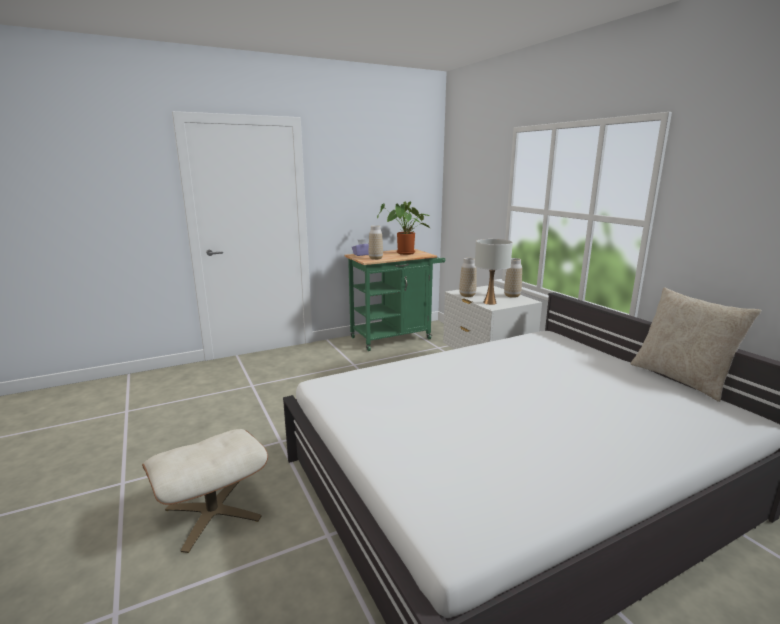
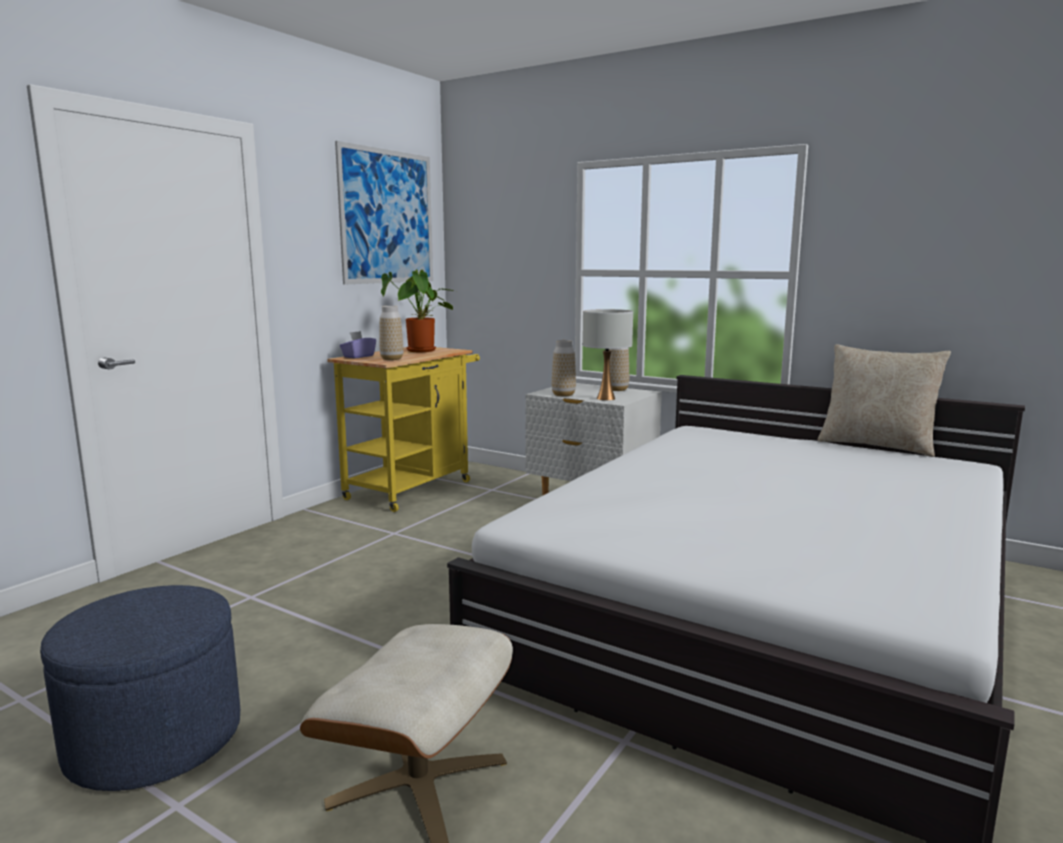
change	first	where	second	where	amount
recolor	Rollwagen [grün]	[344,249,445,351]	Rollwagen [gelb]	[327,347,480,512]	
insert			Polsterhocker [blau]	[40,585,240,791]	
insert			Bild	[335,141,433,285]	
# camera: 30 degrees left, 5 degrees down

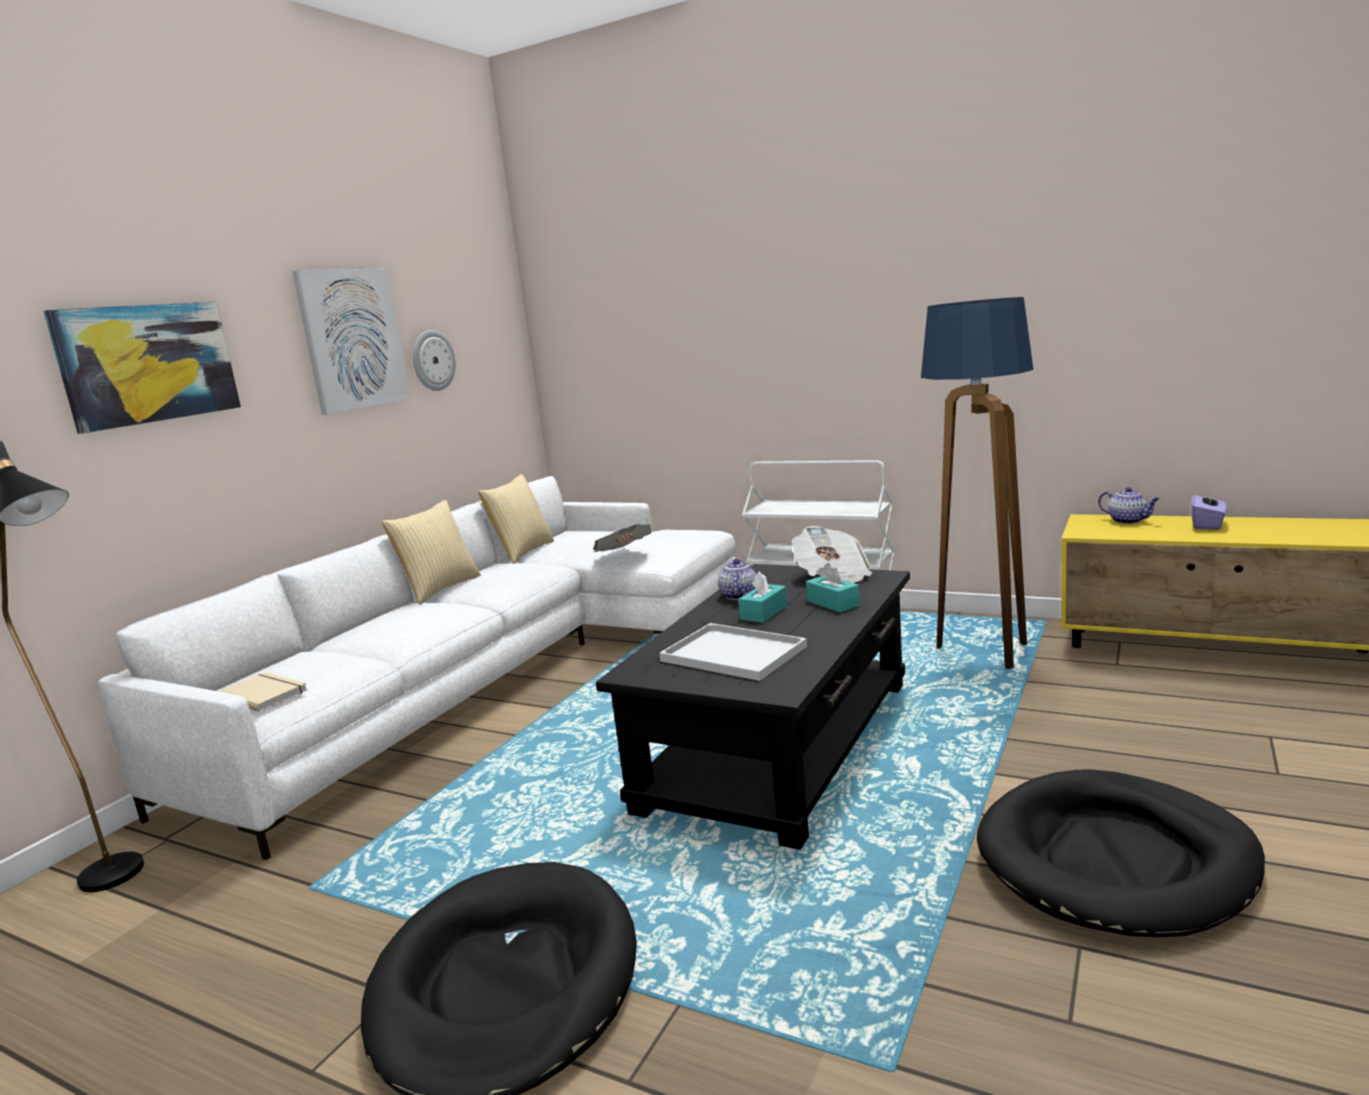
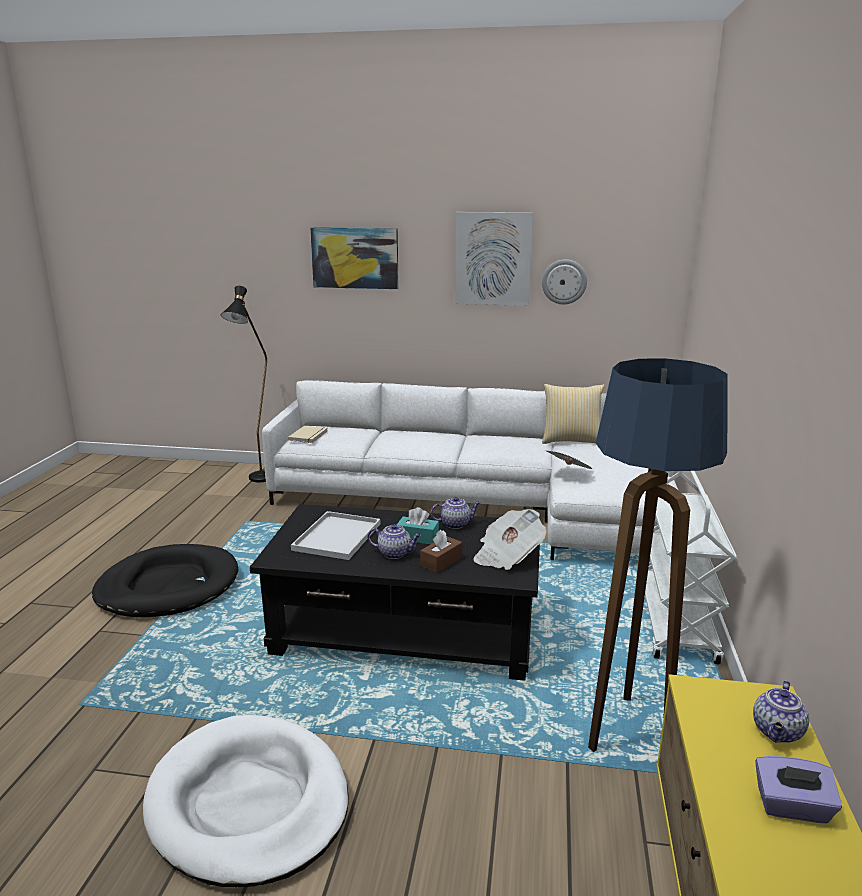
change	first	where	second	where	amount
delete	Kissen	[382,500,481,604]			
recolor	Taschentuchbox [türkis]	[806,563,860,612]	Taschentuchbox [braun]	[420,530,462,573]	
recolor	Hundebett [schwarz]	[977,769,1265,937]	Hundebett [weiß]	[143,715,349,887]	
insert			Teekanne	[368,524,421,559]	
# camera: 70 degrees right, 5 degrees up

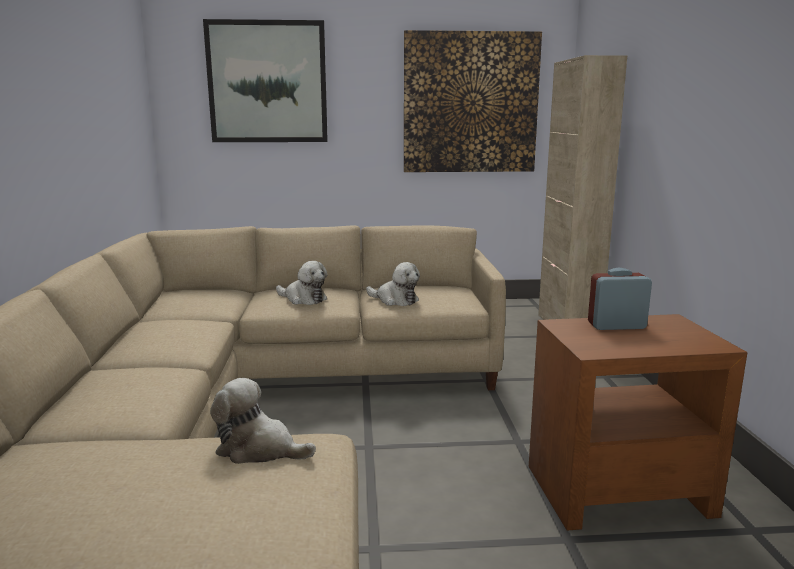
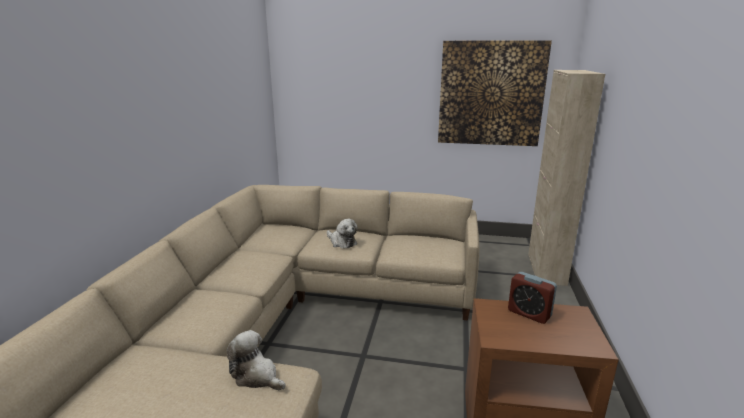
change	first	where	second	where	amount
delete	Bild	[203,19,328,142]			
delete	Plüschtier	[366,262,420,306]			
rotate	Wecker	[588,268,652,330]		[508,272,557,324]	150 degrees counterclockwise
# camera: 15 degrees right, 5 degrees up

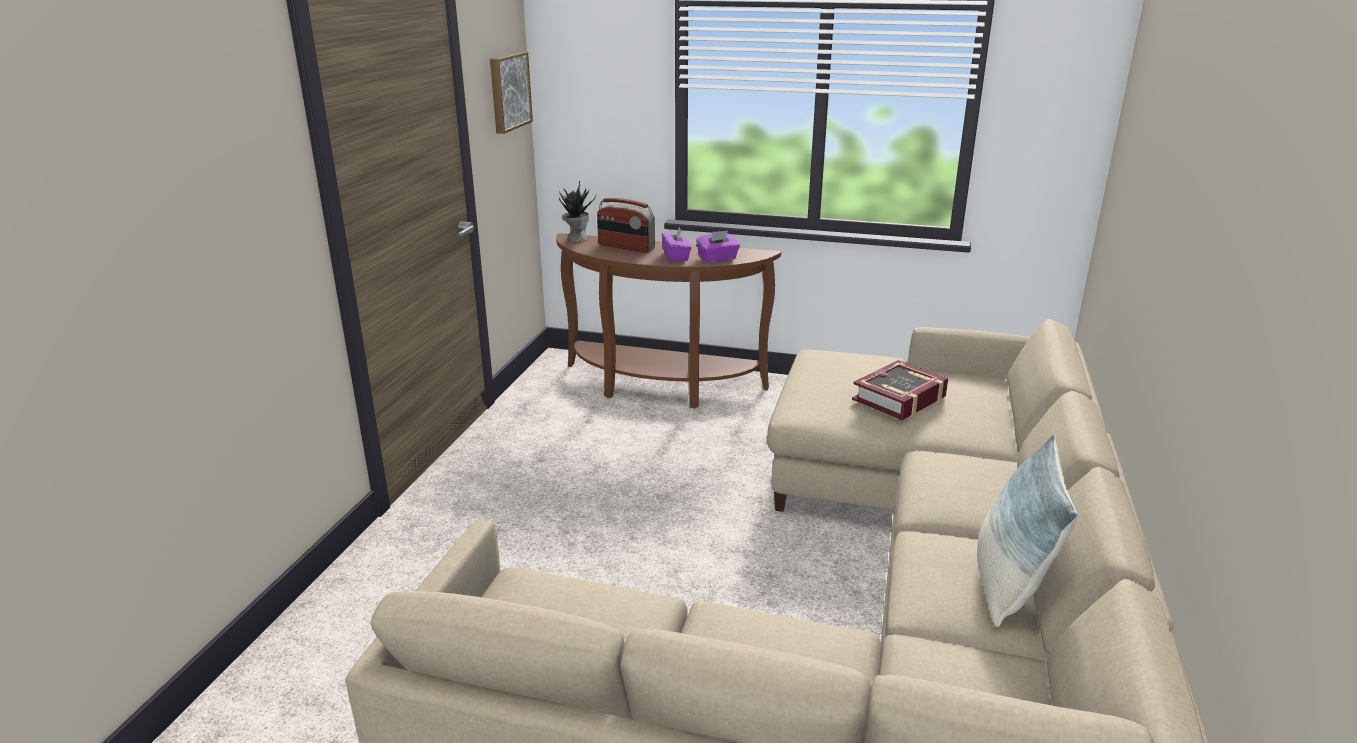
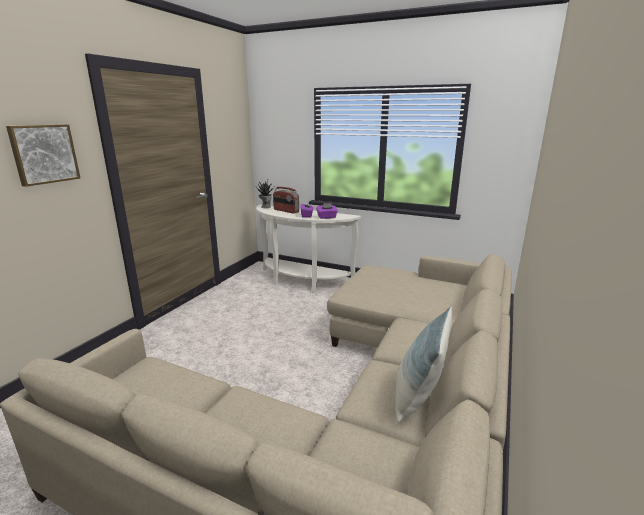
change	first	where	second	where	amount
move	Bild	[490,52,533,134]		[6,124,80,187]	
recolor	Konsolentisch [braun]	[556,233,781,408]	Konsolentisch [weiß]	[256,205,361,293]	
delete	Buch	[852,360,948,420]			
# camera: 10 degrees right, 5 degrees down

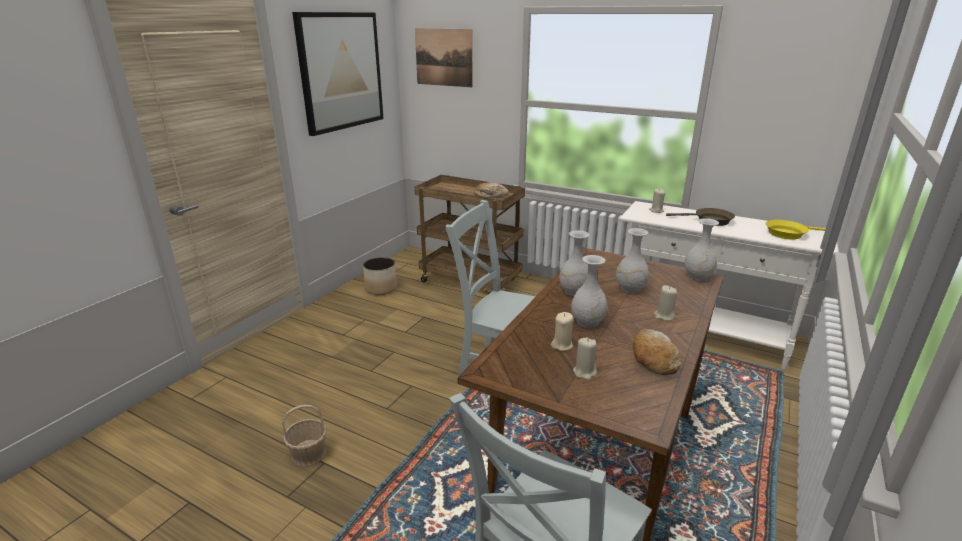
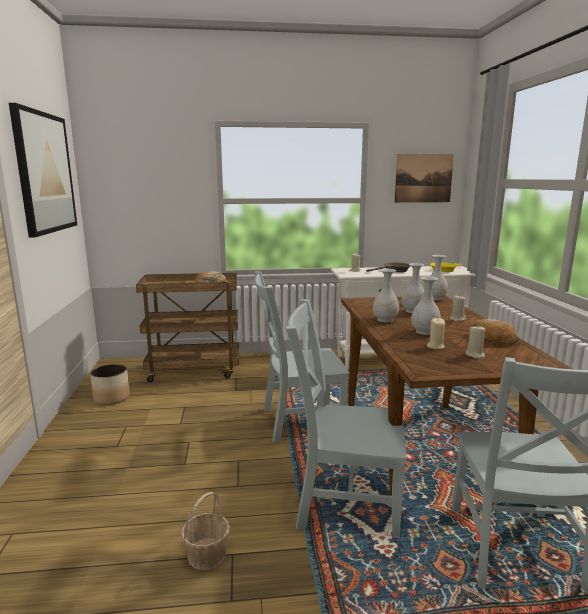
change	first	where	second	where	amount
move	Bild	[415,28,473,87]		[394,154,454,203]	
insert			Stuhl [grau]	[286,299,407,538]	
# camera: 35 degrees left, 10 degrees down

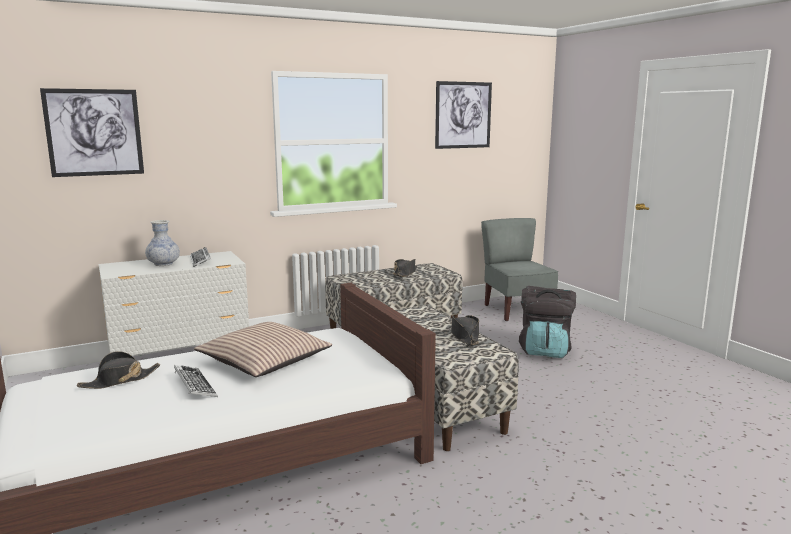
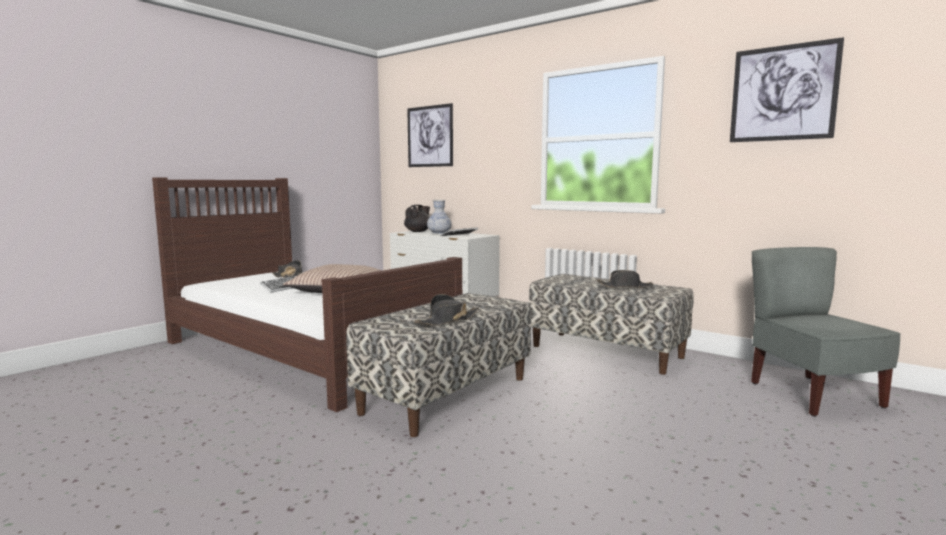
change	first	where	second	where	amount
rotate	Stuhl [grau]	[481,218,558,321]		[751,247,901,416]	60 degrees counterclockwise
delete	Rucksack [schwarz]	[519,286,576,358]			
insert			Teekanne [schwarz]	[404,205,430,232]	
# camera: 65 degrees right, 5 degrees down

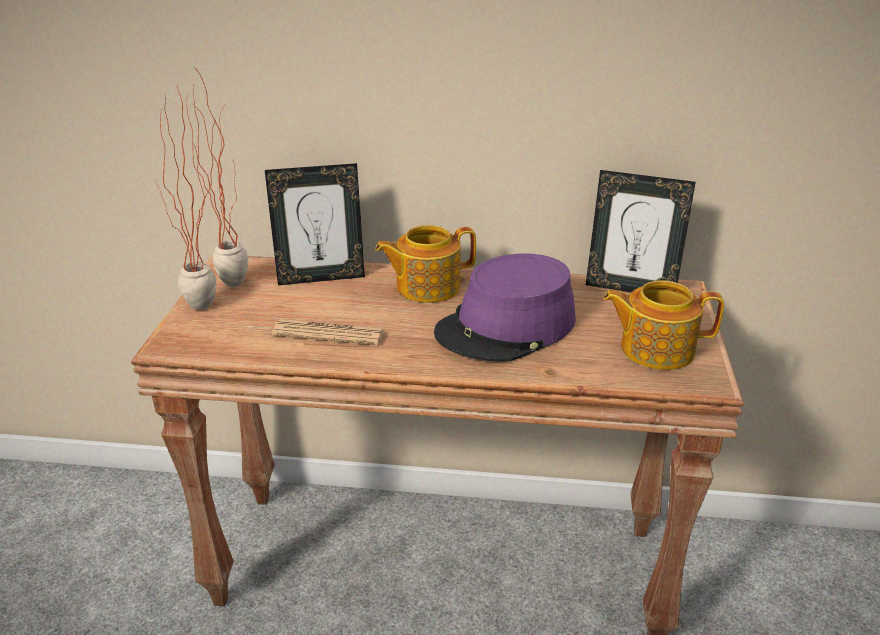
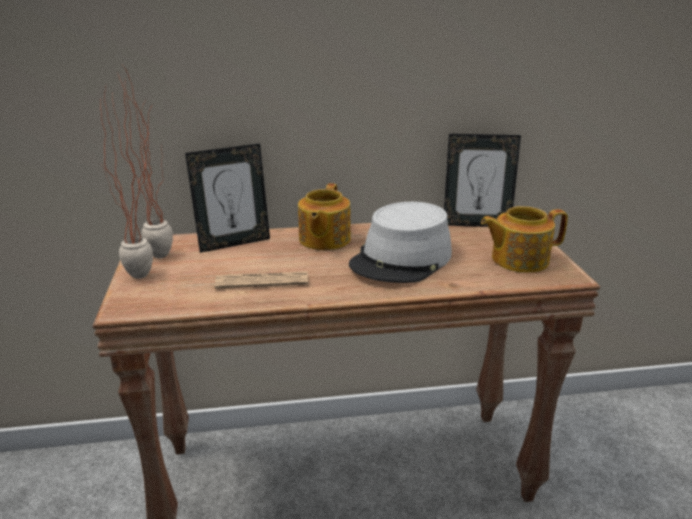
change	first	where	second	where	amount
rotate	Teekanne	[375,225,476,303]		[298,183,351,250]	45 degrees counterclockwise
recolor	Hut [lila]	[434,253,576,362]	Hut [grau]	[349,202,452,283]	
# camera: 15 degrees left, 5 degrees down

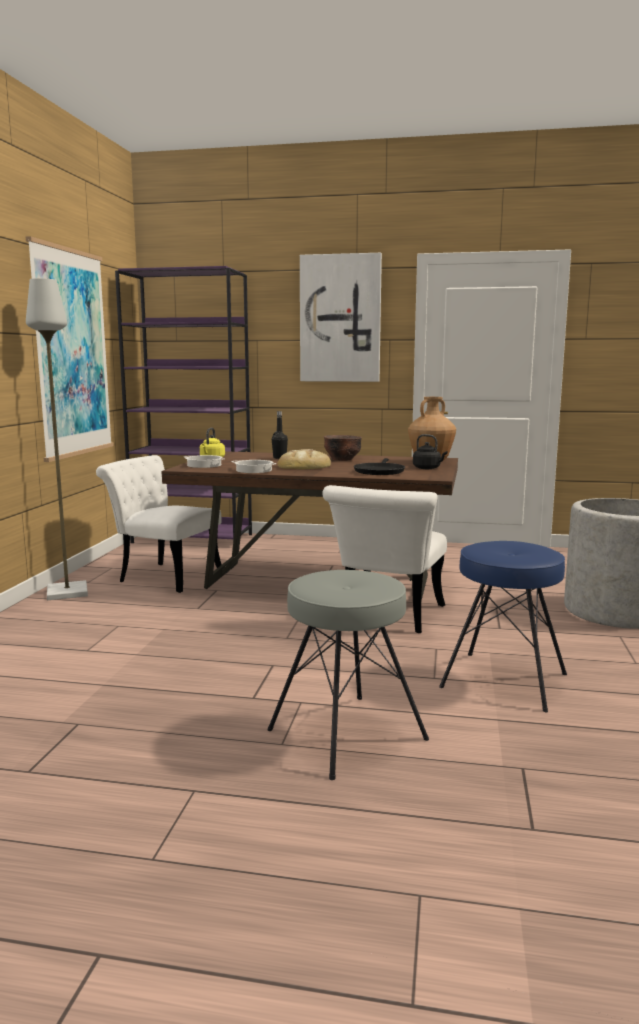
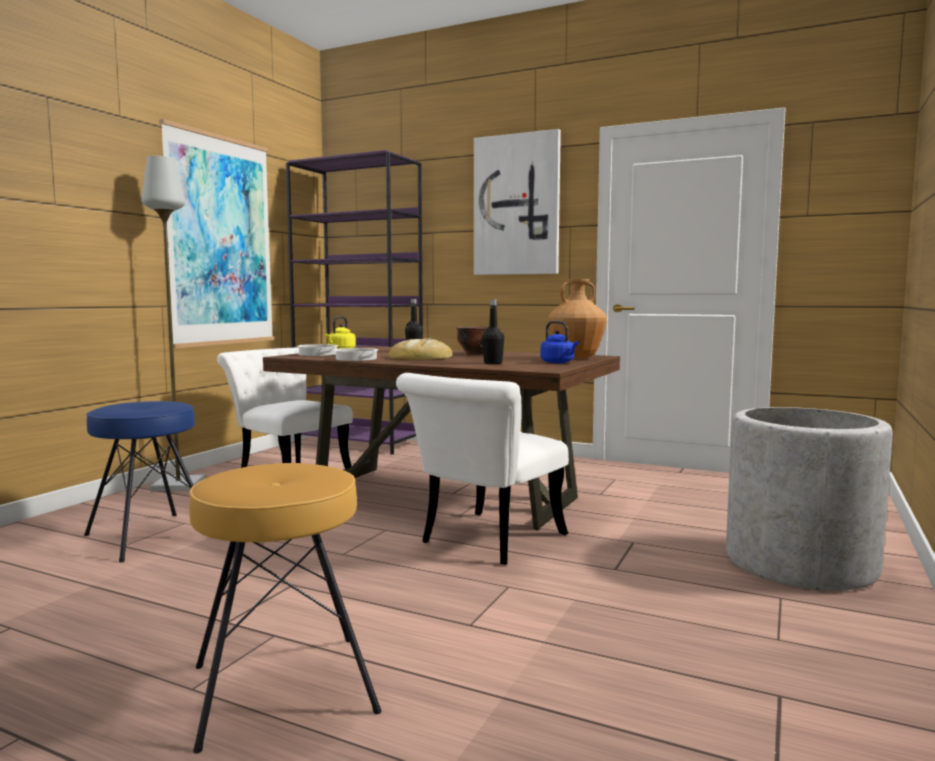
change	first	where	second	where	amount
recolor	Hocker [grau]	[267,570,429,780]	Hocker [braun]	[189,463,381,754]	
replace	Pfanne [schwarz]	[354,458,405,475]	Flasche [schwarz]	[482,299,504,364]	
recolor	Wasserkessel [schwarz]	[413,434,448,469]	Wasserkessel [blau]	[540,321,579,363]	
move	Hocker [blau]	[439,541,567,712]		[84,401,195,563]	
# camera: 15 degrees right, 5 degrees down

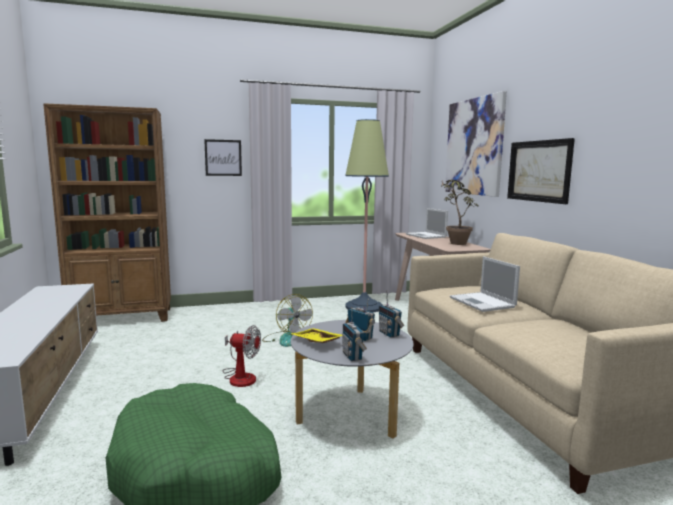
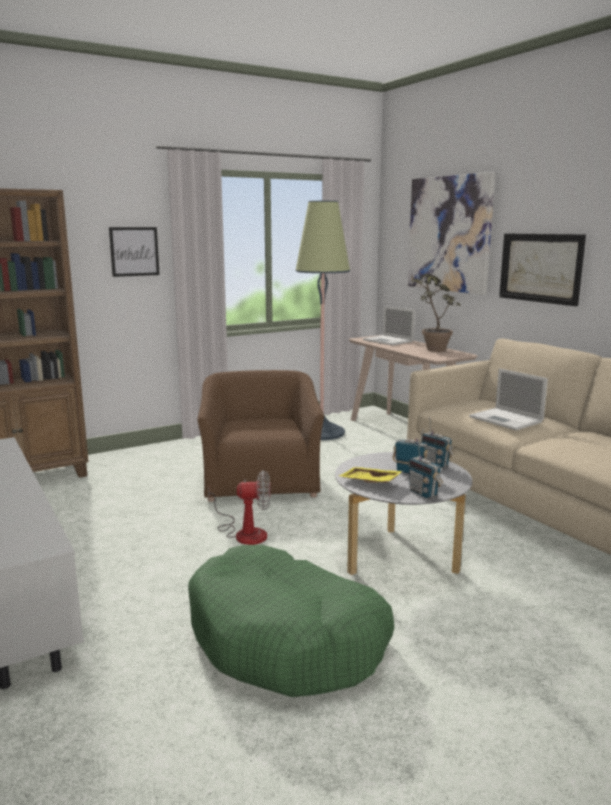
change	first	where	second	where	amount
replace	Ventilator	[262,294,313,347]	Sessel [braun]	[197,370,324,502]	
# camera: 15 degrees left, 5 degrees up

